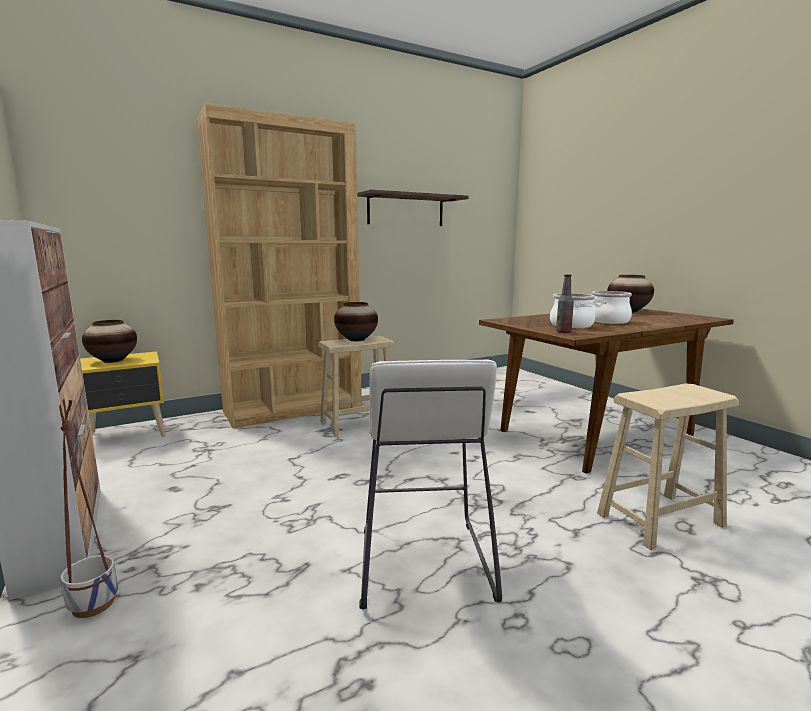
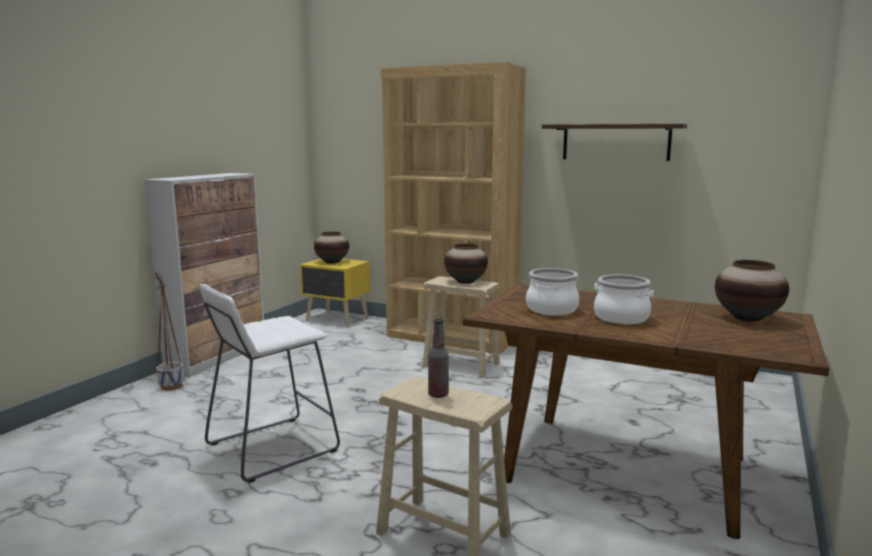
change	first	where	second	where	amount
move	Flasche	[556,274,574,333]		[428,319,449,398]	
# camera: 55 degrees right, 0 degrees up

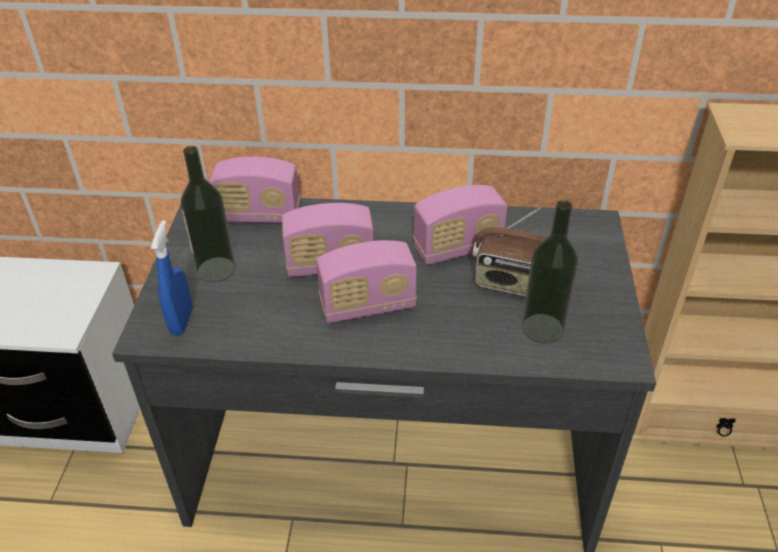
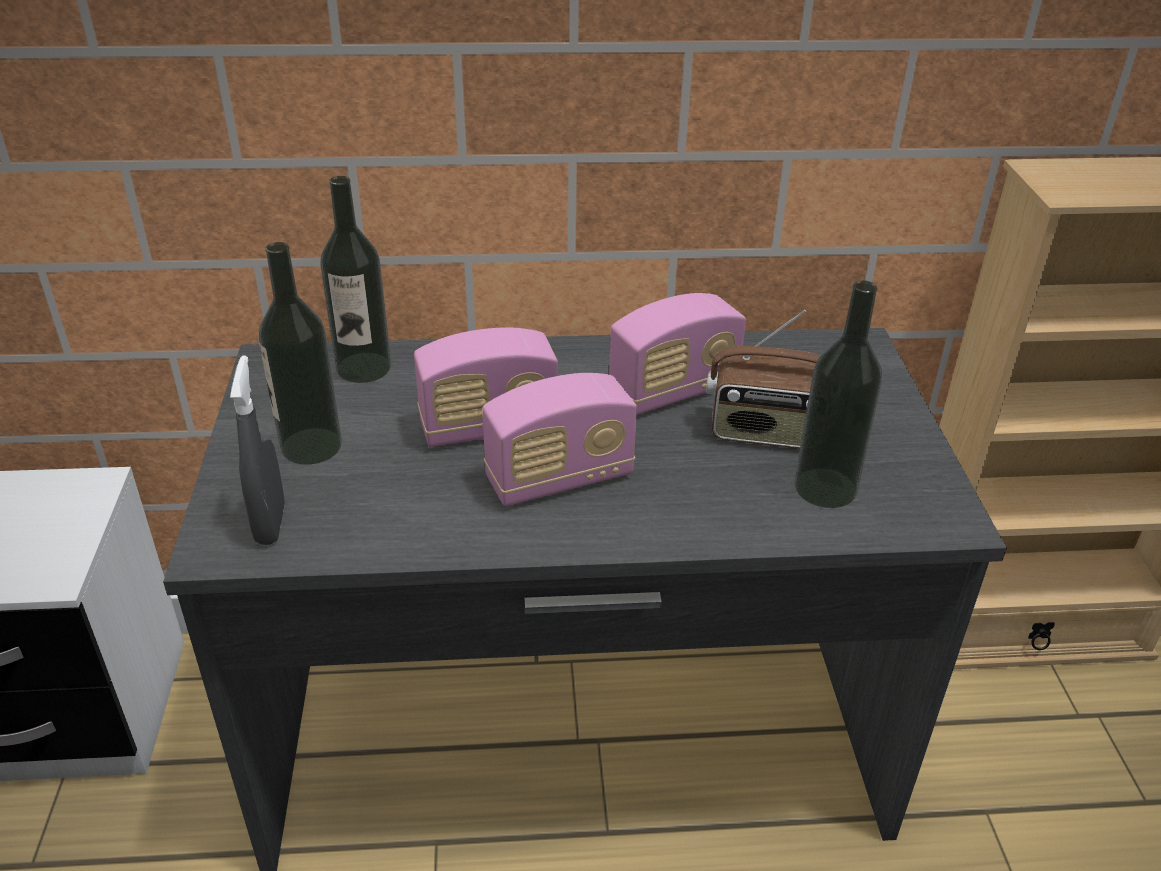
change	first	where	second	where	amount
recolor	Sprühflasche [blau]	[151,220,192,336]	Sprühflasche [grau]	[230,356,285,545]	
replace	Radio	[209,157,300,223]	Flasche	[320,176,391,383]	
# camera: 10 degrees left, 5 degrees down

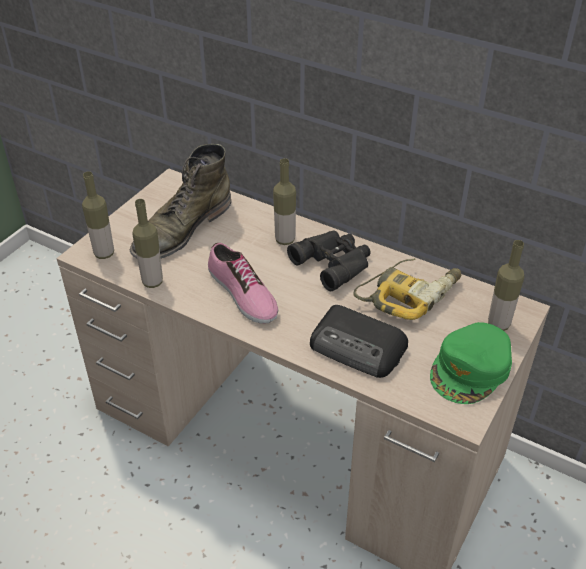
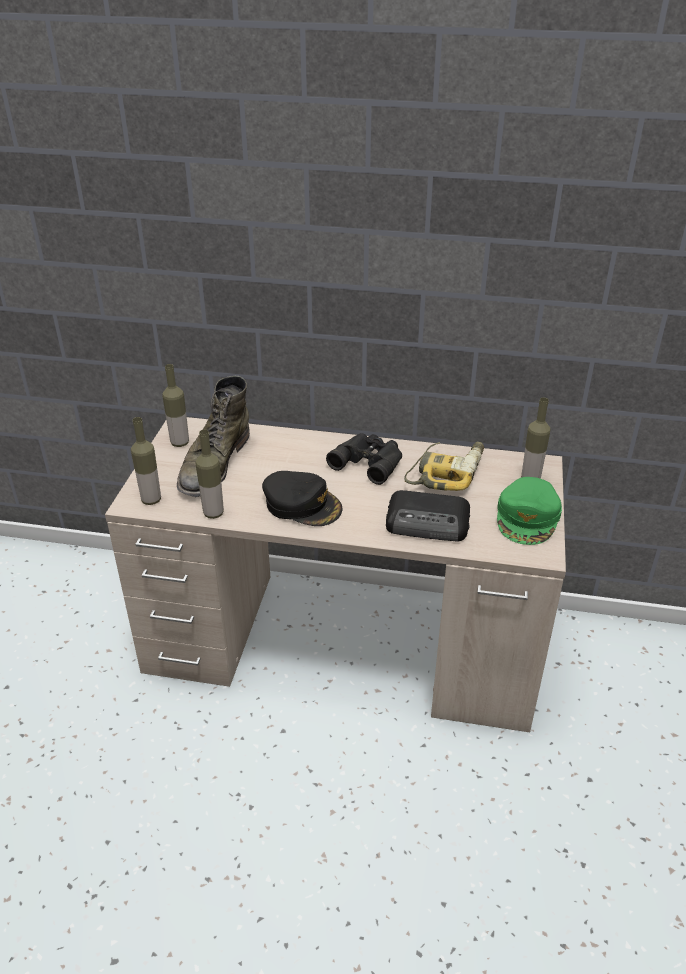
change	first	where	second	where	amount
replace	Schuh	[208,243,278,324]	Kappe [schwarz]	[262,471,342,526]	
move	Flasche	[273,158,296,245]		[162,364,189,447]	
# camera: 20 degrees left, 5 degrees down

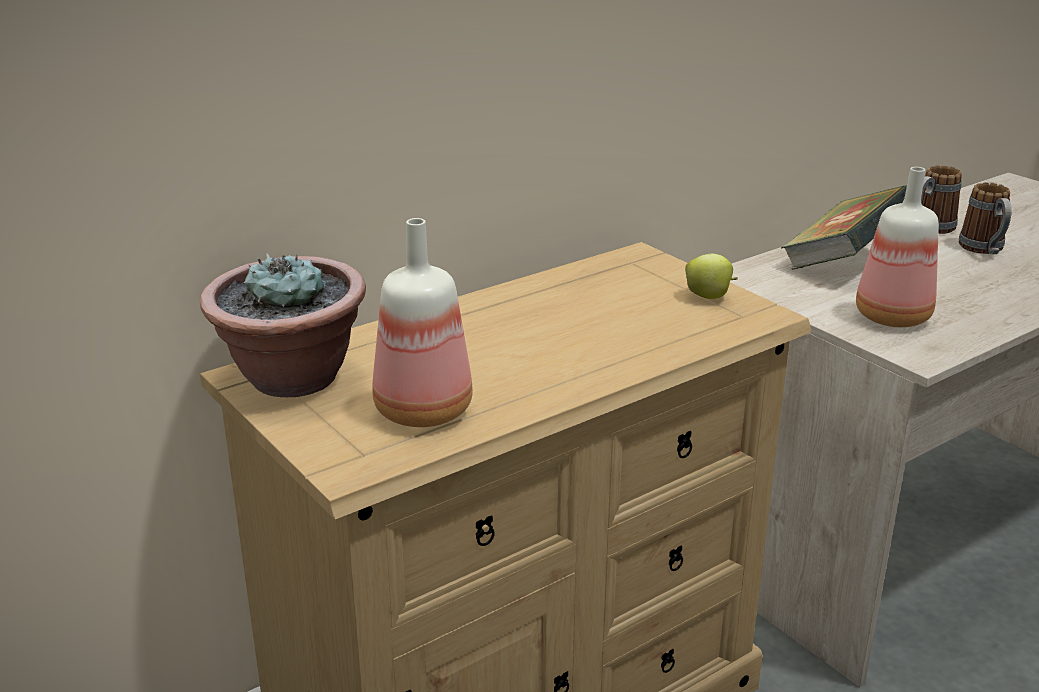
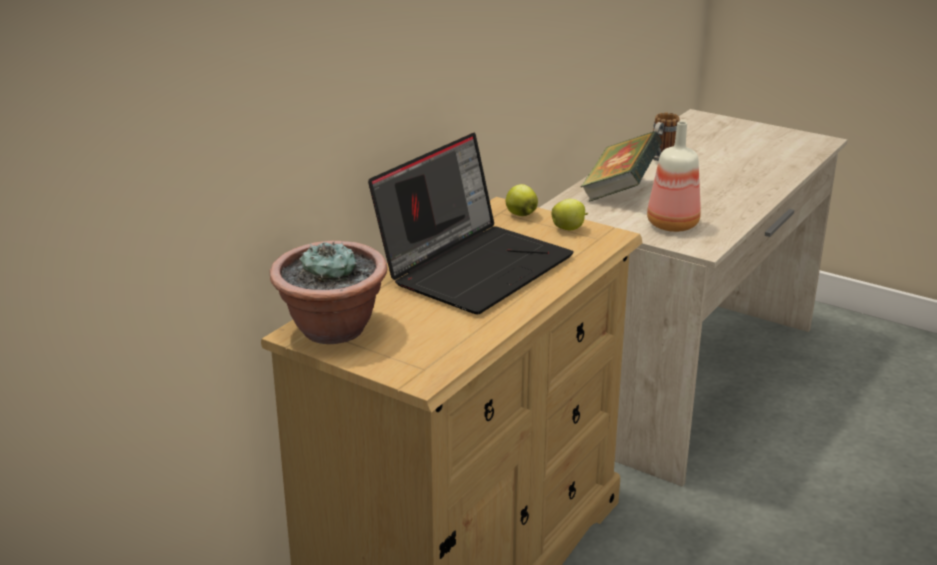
change	first	where	second	where	amount
delete	Flasche	[372,218,473,427]			
delete	Henkelbecher	[959,183,1012,254]			
insert			Laptop	[368,133,574,314]	
insert			Apfel	[506,184,538,216]	
# camera: 20 degrees left, 0 degrees up

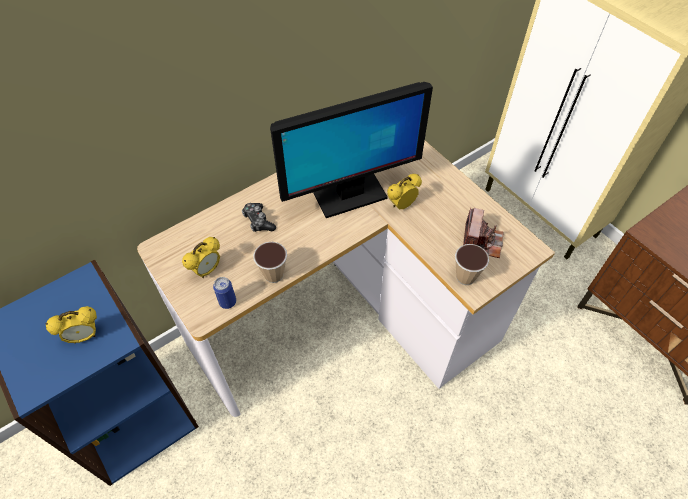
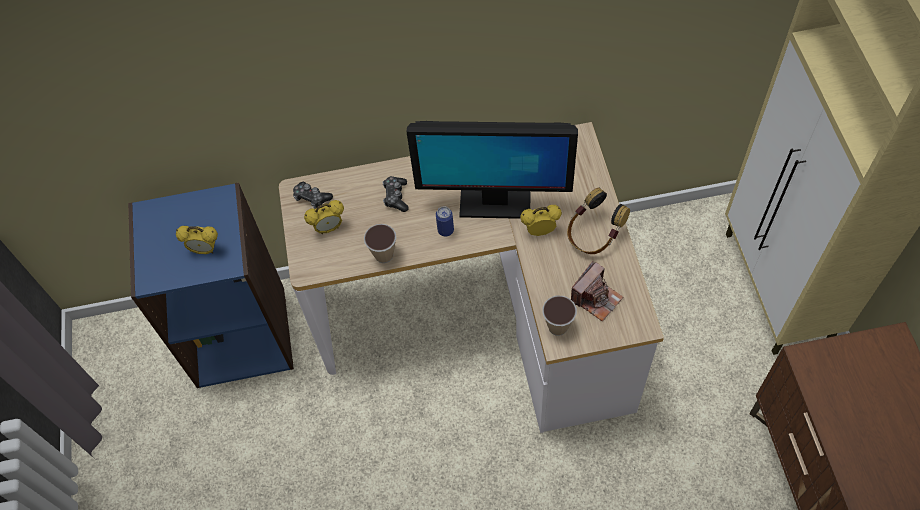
change	first	where	second	where	amount
move	Dose	[213,277,236,309]		[436,206,454,236]	
insert			Gamepad	[293,182,333,209]	
insert			Kopfhörer	[567,187,630,254]	
# camera: 30 degrees right, 5 degrees up

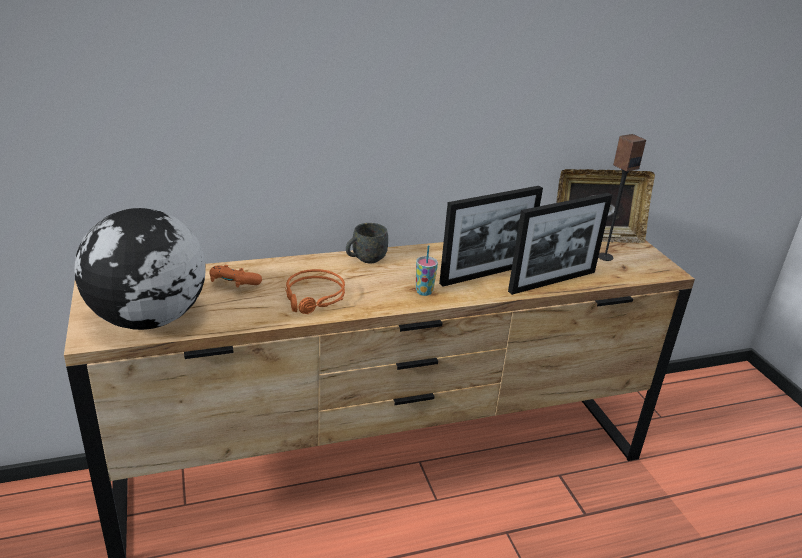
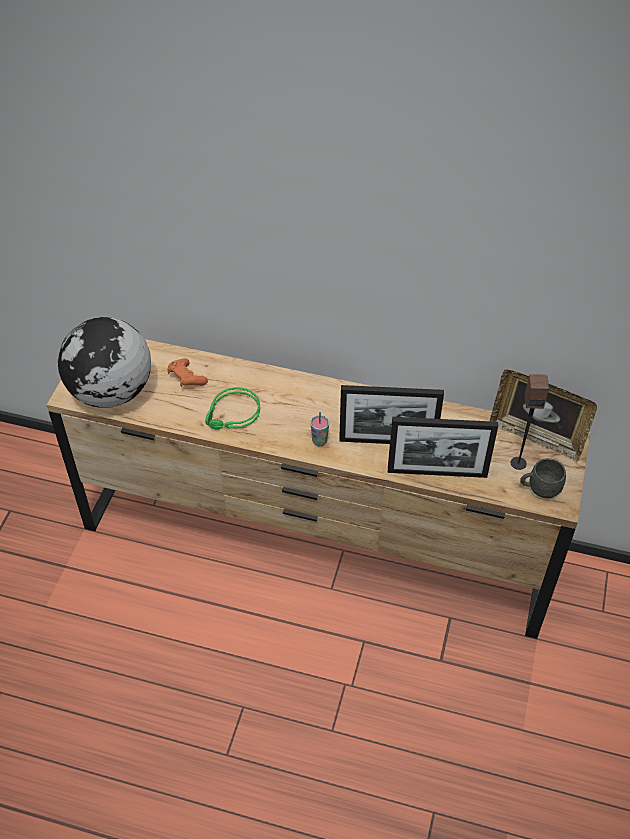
change	first	where	second	where	amount
recolor	Kopfhörer [orange]	[286,269,345,315]	Kopfhörer [grün]	[205,387,260,430]	
move	Henkelbecher [grau]	[346,223,388,263]		[520,458,566,498]	
# camera: 35 degrees right, 20 degrees up

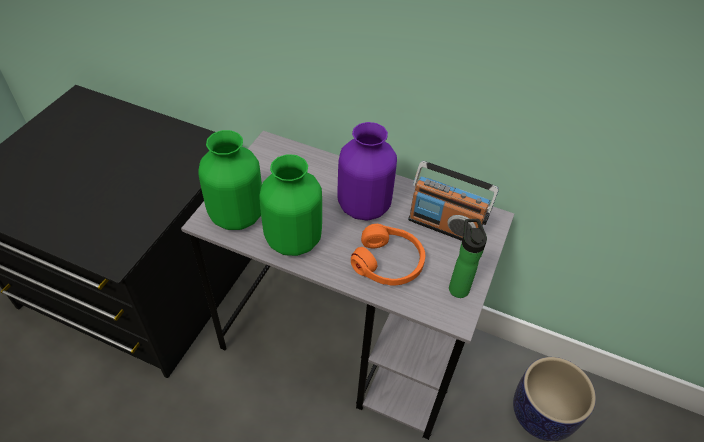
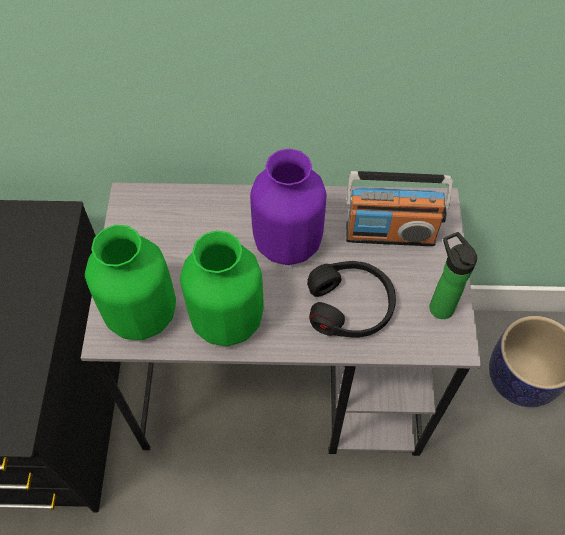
change	first	where	second	where	amount
recolor	Kopfhörer [orange]	[351,224,425,286]	Kopfhörer [schwarz]	[307,261,396,338]	
# camera: 20 degrees left, 10 degrees up

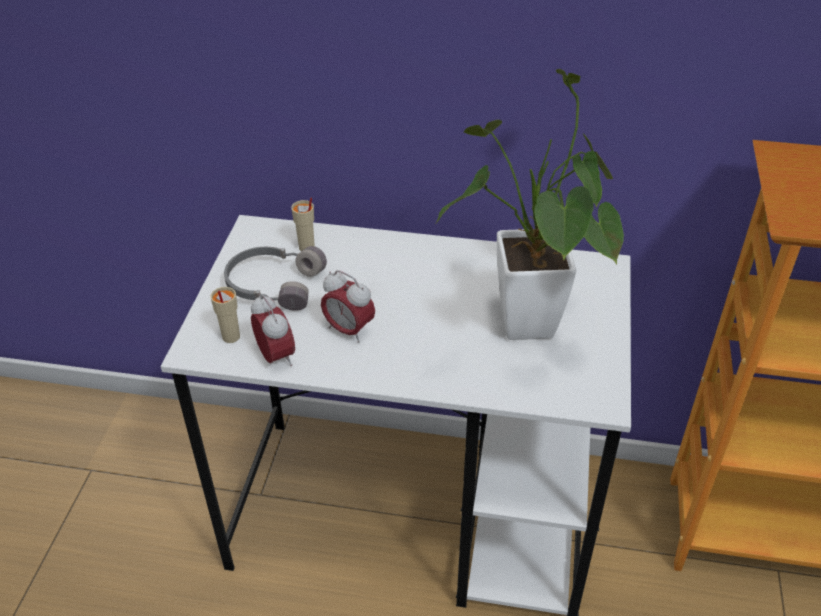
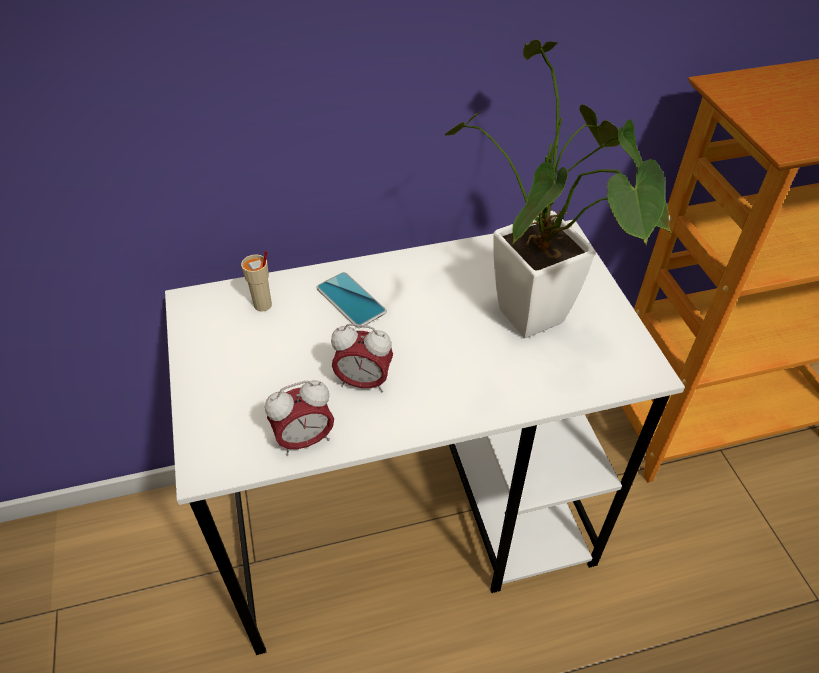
change	first	where	second	where	amount
delete	Tasse [beige]	[210,287,240,343]			
delete	Kopfhörer [grau]	[224,246,327,311]			
rotate	Wecker	[251,294,295,366]		[265,380,334,456]	120 degrees clockwise
insert			Handy	[316,272,387,328]	
# camera: 25 degrees left, 5 degrees up

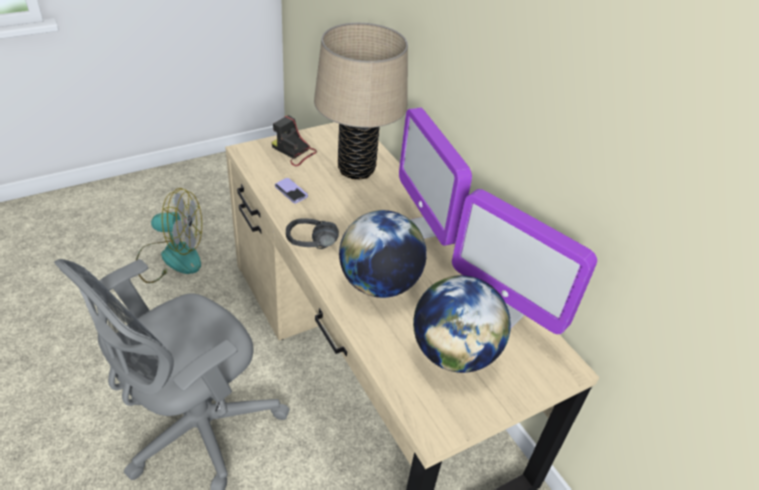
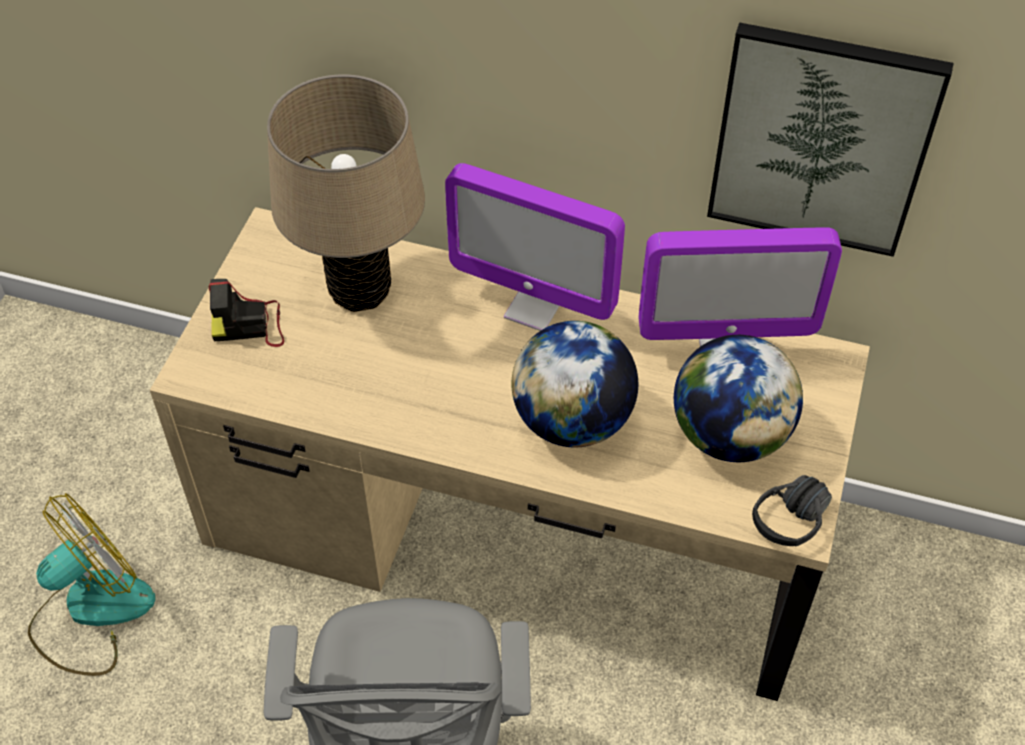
change	first	where	second	where	amount
delete	Handy	[275,178,308,203]			
move	Kopfhörer [schwarz]	[286,218,339,249]		[752,475,832,547]	
insert			Bild	[707,22,954,257]	
# camera: 40 degrees left, 10 degrees up

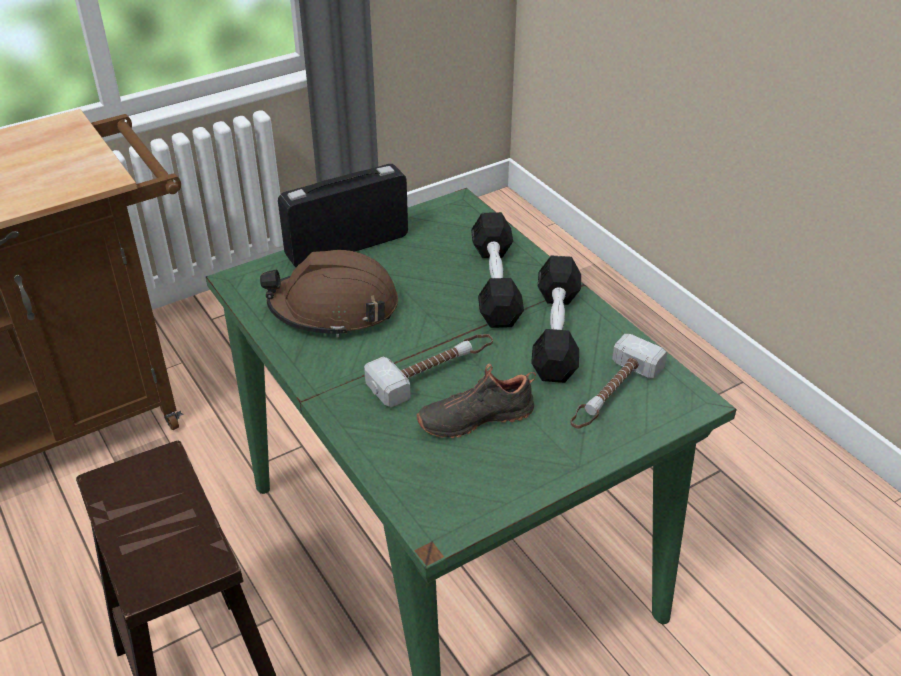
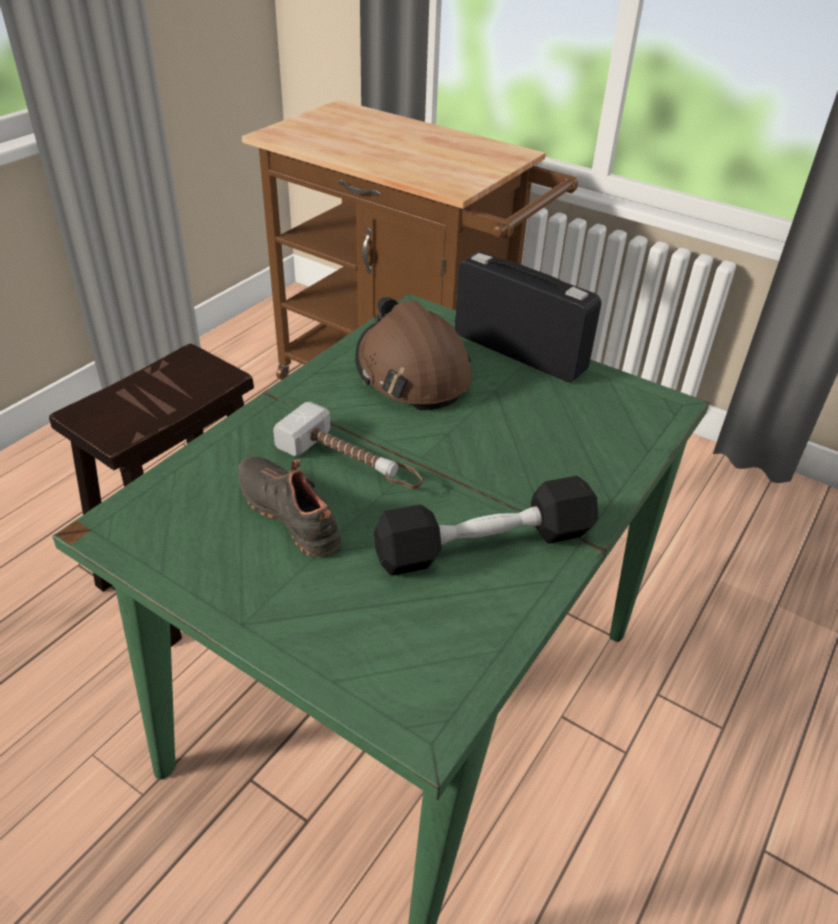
change	first	where	second	where	amount
delete	Hantel [schwarz]	[471,212,524,328]			
delete	Hammer	[570,334,667,429]			
# camera: 65 degrees right, 0 degrees up

